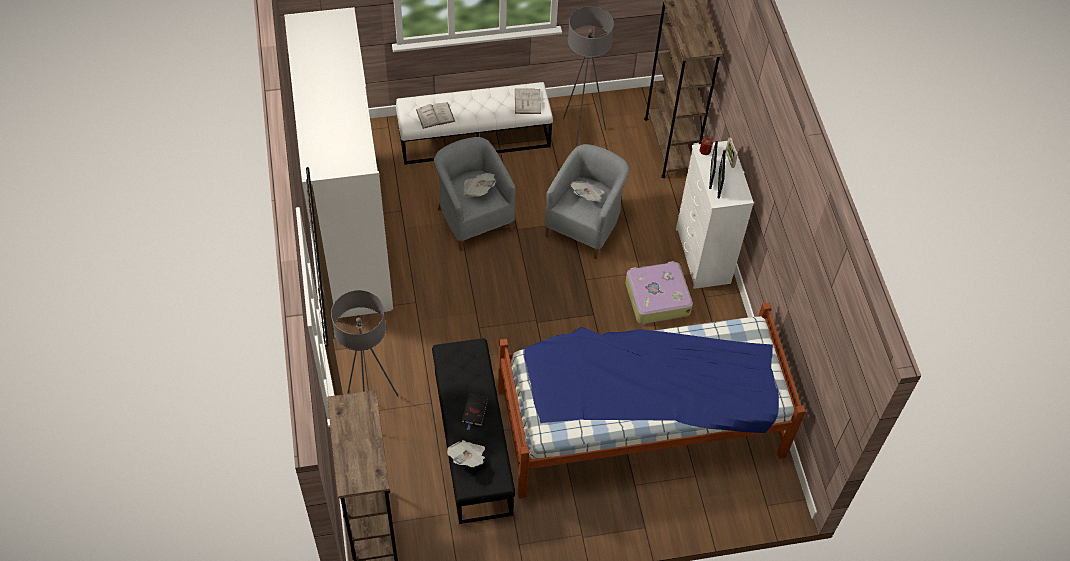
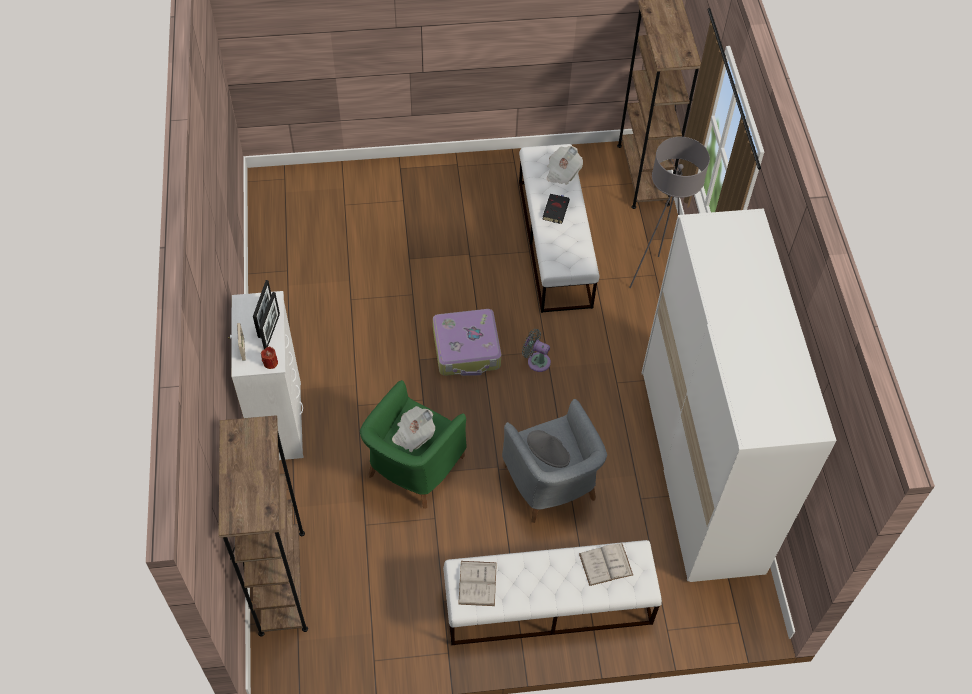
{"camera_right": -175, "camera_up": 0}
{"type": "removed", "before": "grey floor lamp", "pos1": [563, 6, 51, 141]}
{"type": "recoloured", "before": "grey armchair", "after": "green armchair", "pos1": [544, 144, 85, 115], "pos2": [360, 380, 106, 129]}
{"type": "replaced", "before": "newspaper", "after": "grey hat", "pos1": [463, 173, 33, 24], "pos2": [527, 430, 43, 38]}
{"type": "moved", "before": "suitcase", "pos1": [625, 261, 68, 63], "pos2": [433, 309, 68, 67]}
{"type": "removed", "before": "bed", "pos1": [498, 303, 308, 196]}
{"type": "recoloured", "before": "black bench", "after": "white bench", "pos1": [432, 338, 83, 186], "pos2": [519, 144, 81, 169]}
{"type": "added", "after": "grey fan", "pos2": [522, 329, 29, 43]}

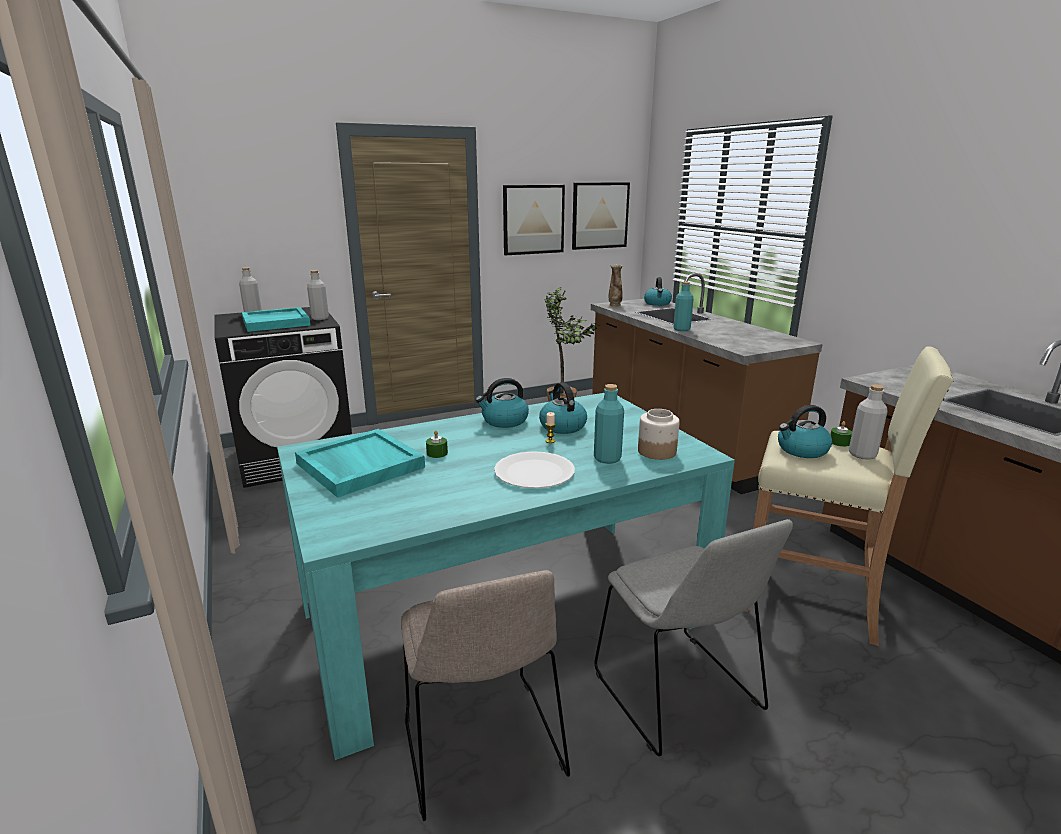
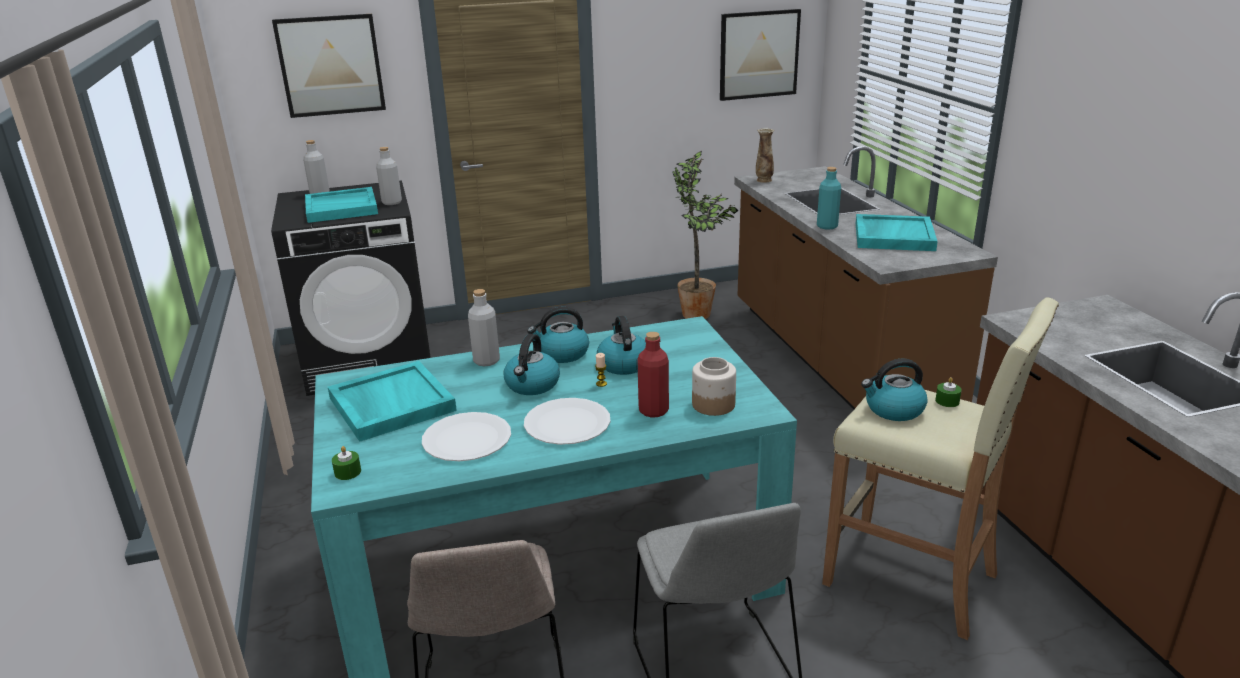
{"camera_right": 10, "camera_up": 5}
{"type": "moved", "before": "picture", "pos1": [503, 185, 62, 70], "pos2": [272, 14, 114, 104]}
{"type": "moved", "before": "kettle", "pos1": [644, 277, 28, 29], "pos2": [504, 334, 56, 61]}
{"type": "recoloured", "before": "turquoise bottle", "after": "red bottle", "pos1": [594, 384, 30, 80], "pos2": [637, 332, 32, 86]}
{"type": "moved", "before": "grey bottle", "pos1": [849, 385, 39, 75], "pos2": [468, 289, 32, 77]}
{"type": "moved", "before": "green candle", "pos1": [426, 430, 22, 28], "pos2": [332, 446, 29, 34]}
{"type": "added", "after": "turquoise tray", "pos2": [856, 214, 82, 37]}
{"type": "added", "after": "white plate", "pos2": [422, 412, 89, 49]}

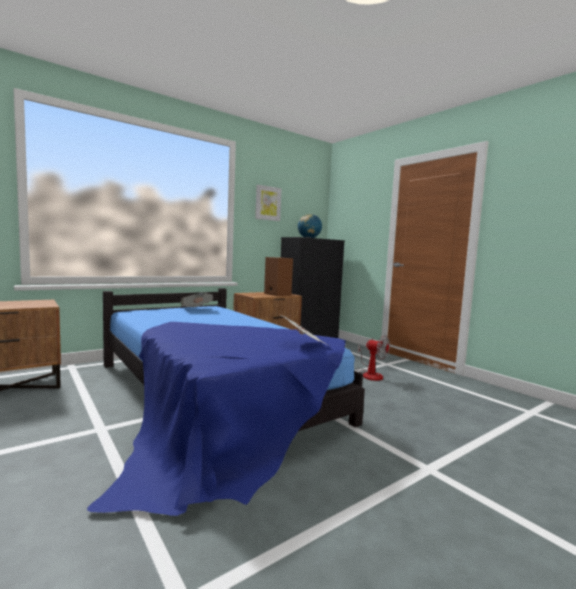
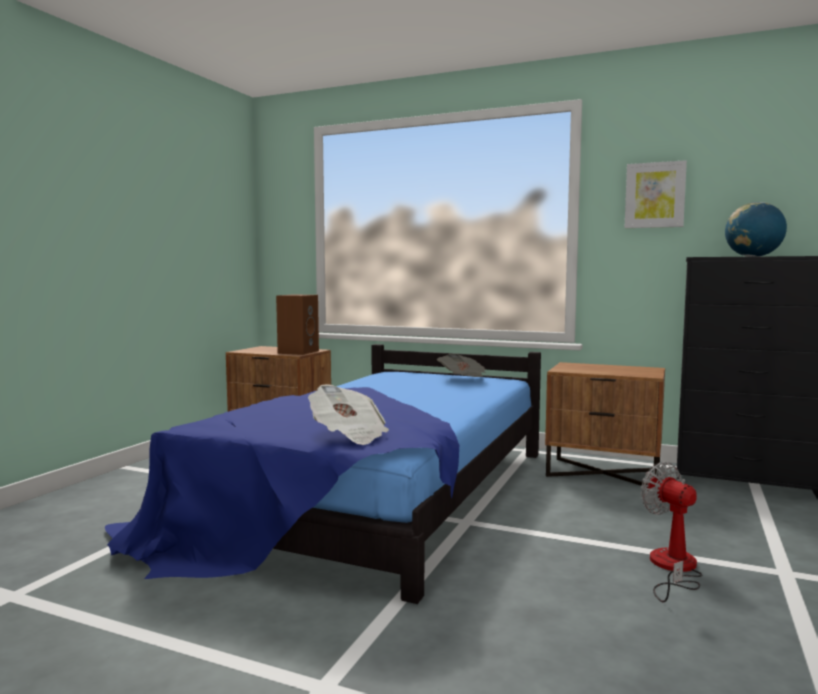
{"camera_right": 60, "camera_up": 0}
{"type": "moved", "before": "brown speaker", "pos1": [264, 257, 29, 39], "pos2": [276, 295, 43, 60]}
{"type": "turned", "before": "fan", "pos1": [356, 335, 34, 46], "pos2": [640, 461, 62, 141], "turn": 150}

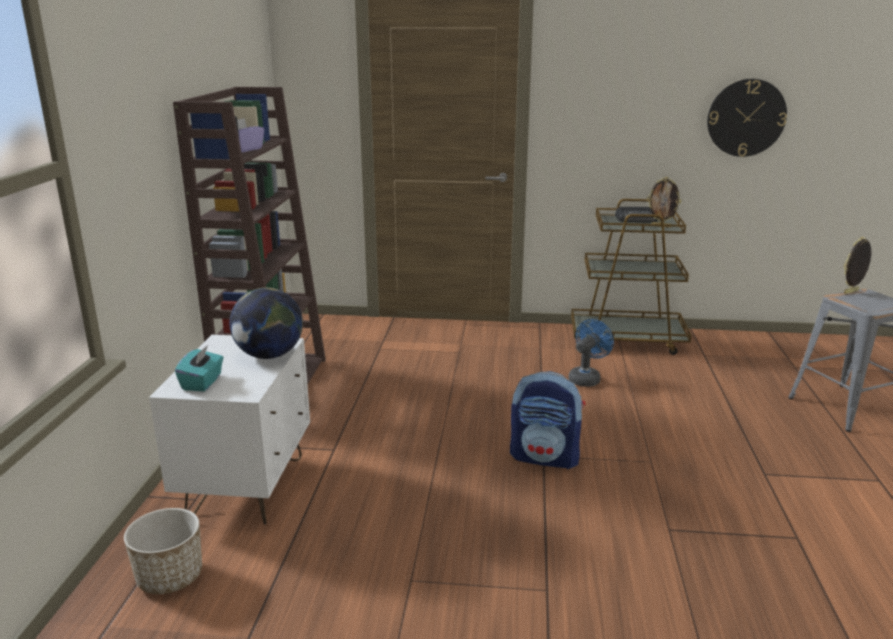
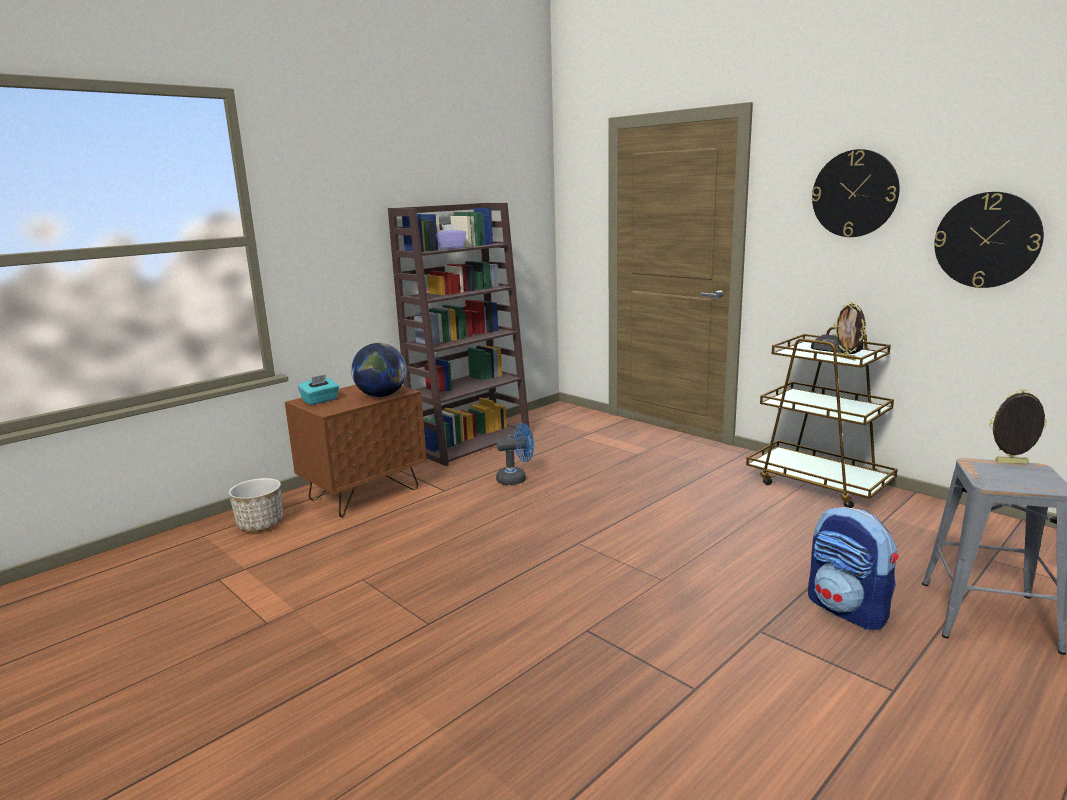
{"camera_right": 40, "camera_up": -5}
{"type": "moved", "before": "blue fan", "pos1": [568, 319, 46, 68], "pos2": [496, 423, 38, 62]}
{"type": "recoloured", "before": "white nightstand", "after": "brown nightstand", "pos1": [149, 335, 161, 190], "pos2": [285, 385, 142, 132]}
{"type": "moved", "before": "backpack", "pos1": [510, 371, 75, 98], "pos2": [808, 507, 90, 123]}
{"type": "added", "after": "wall clock", "pos2": [812, 149, 88, 88]}

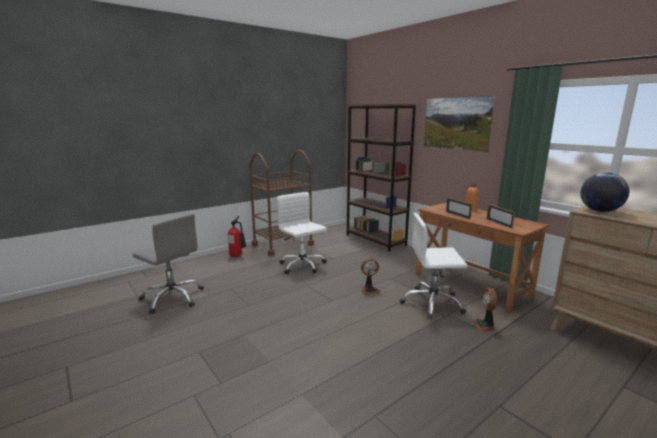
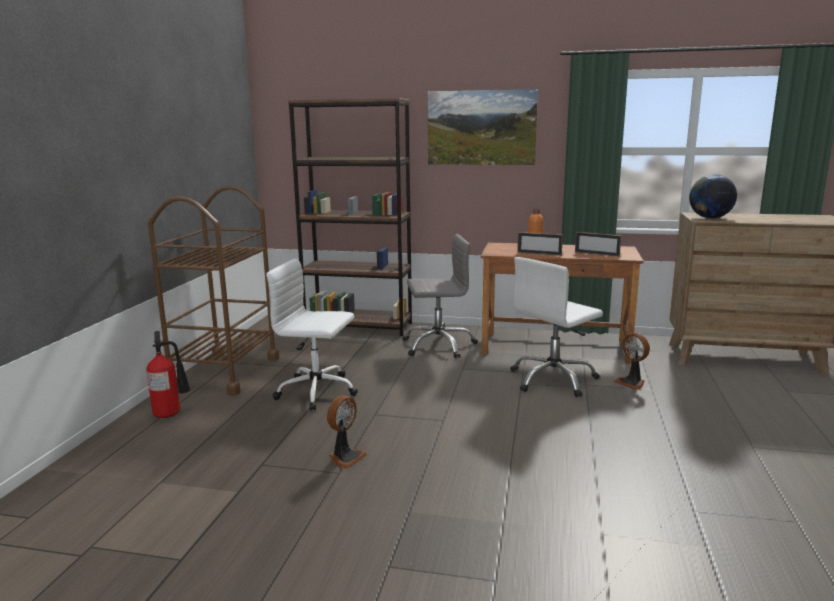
{"camera_right": -40, "camera_up": 0}
{"type": "moved", "before": "grey office chair", "pos1": [133, 214, 71, 100], "pos2": [403, 234, 75, 124]}
{"type": "moved", "before": "fan", "pos1": [361, 258, 20, 37], "pos2": [327, 395, 41, 74]}

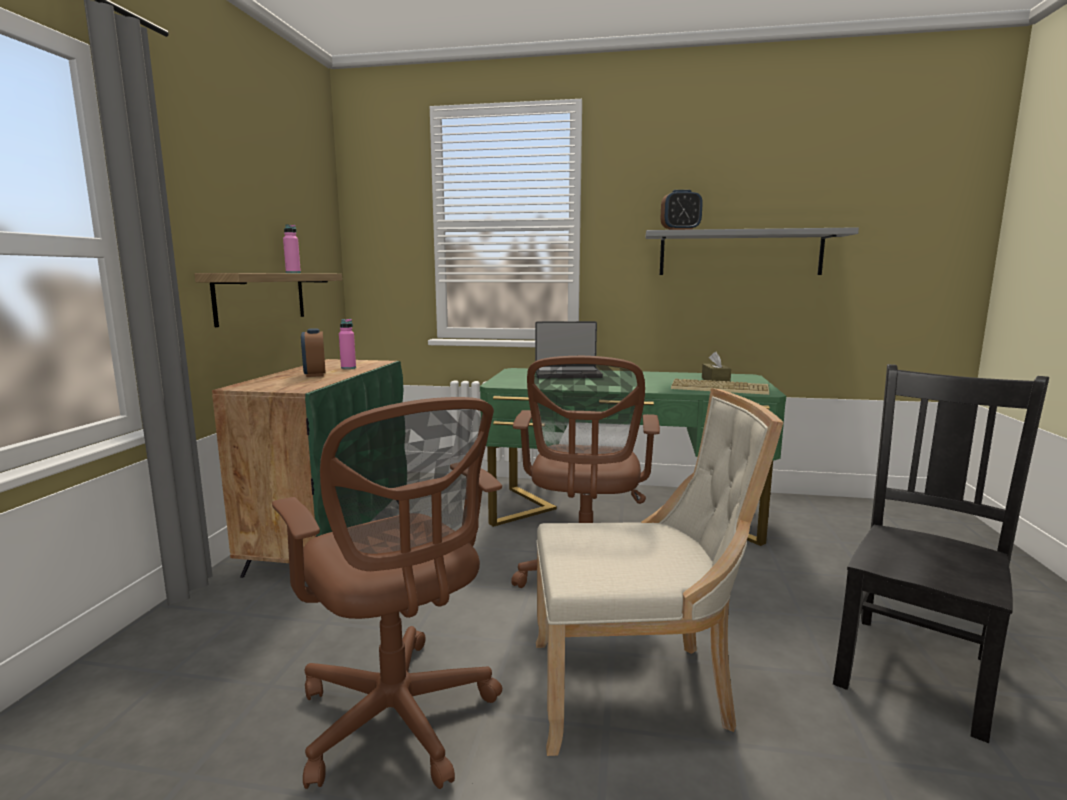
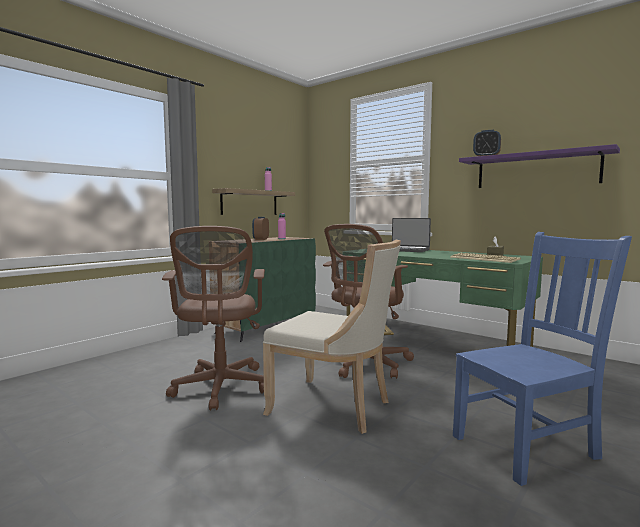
{"camera_right": 30, "camera_up": -5}
{"type": "recoloured", "before": "grey shelf", "after": "purple shelf", "pos1": [645, 227, 214, 48], "pos2": [459, 144, 161, 44]}
{"type": "recoloured", "before": "black chair", "after": "blue chair", "pos1": [833, 364, 216, 379], "pos2": [453, 232, 179, 254]}

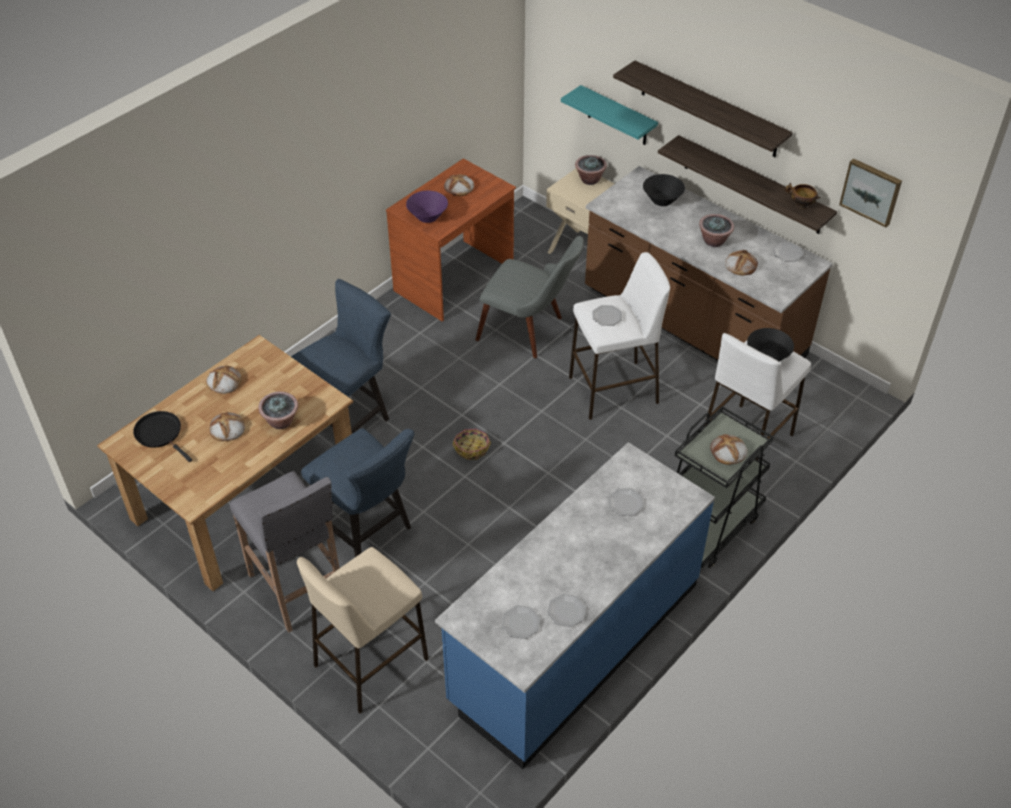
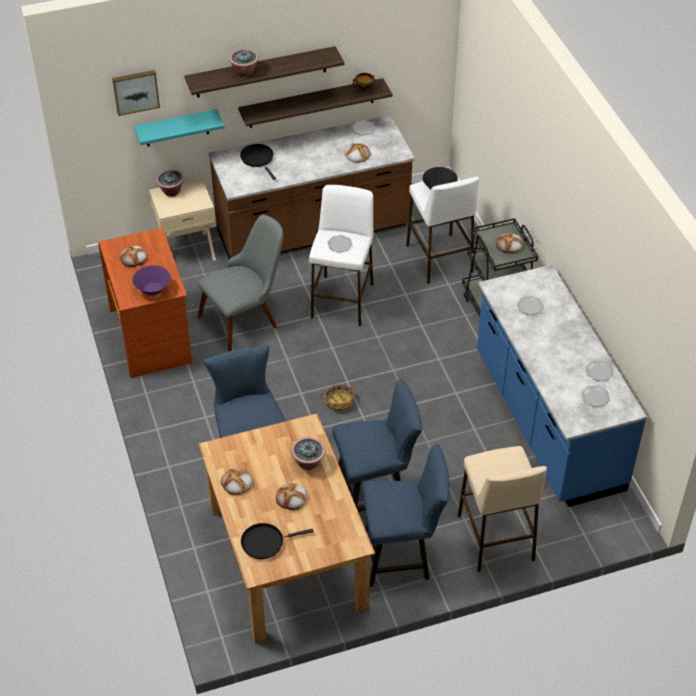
{"camera_right": -60, "camera_up": 0}
{"type": "moved", "before": "picture", "pos1": [839, 158, 63, 69], "pos2": [112, 70, 48, 46]}
{"type": "replaced", "before": "black bowl", "after": "black frying pan", "pos1": [643, 174, 42, 32], "pos2": [240, 144, 36, 36]}
{"type": "moved", "before": "potted plant", "pos1": [699, 214, 35, 33], "pos2": [229, 49, 30, 28]}
{"type": "replaced", "before": "grey stool", "after": "blue chair", "pos1": [230, 471, 109, 162], "pos2": [362, 444, 88, 142]}

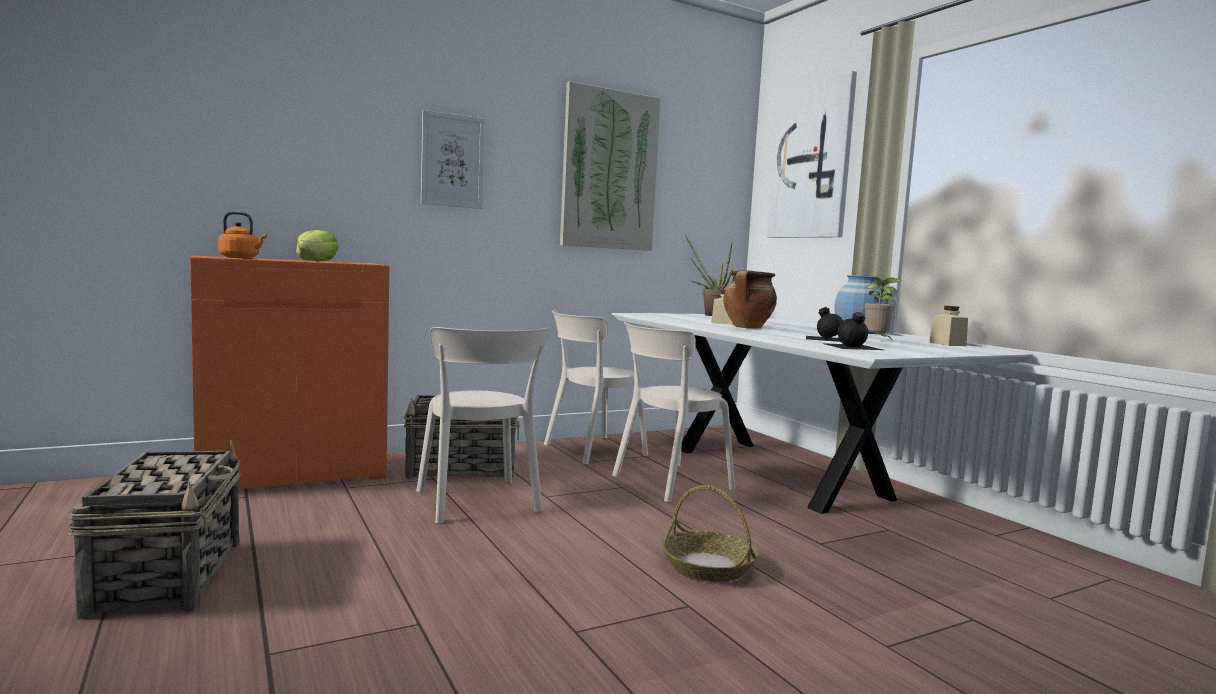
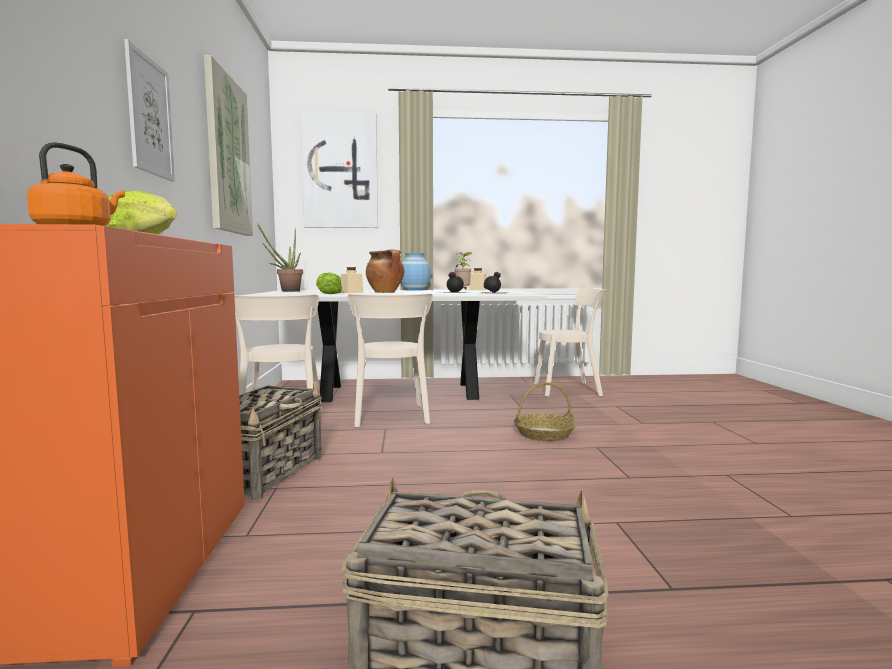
{"camera_right": -65, "camera_up": 0}
{"type": "moved", "before": "beige chair", "pos1": [416, 327, 134, 197], "pos2": [534, 288, 73, 108]}
{"type": "added", "after": "lettuce", "pos2": [316, 272, 26, 22]}

